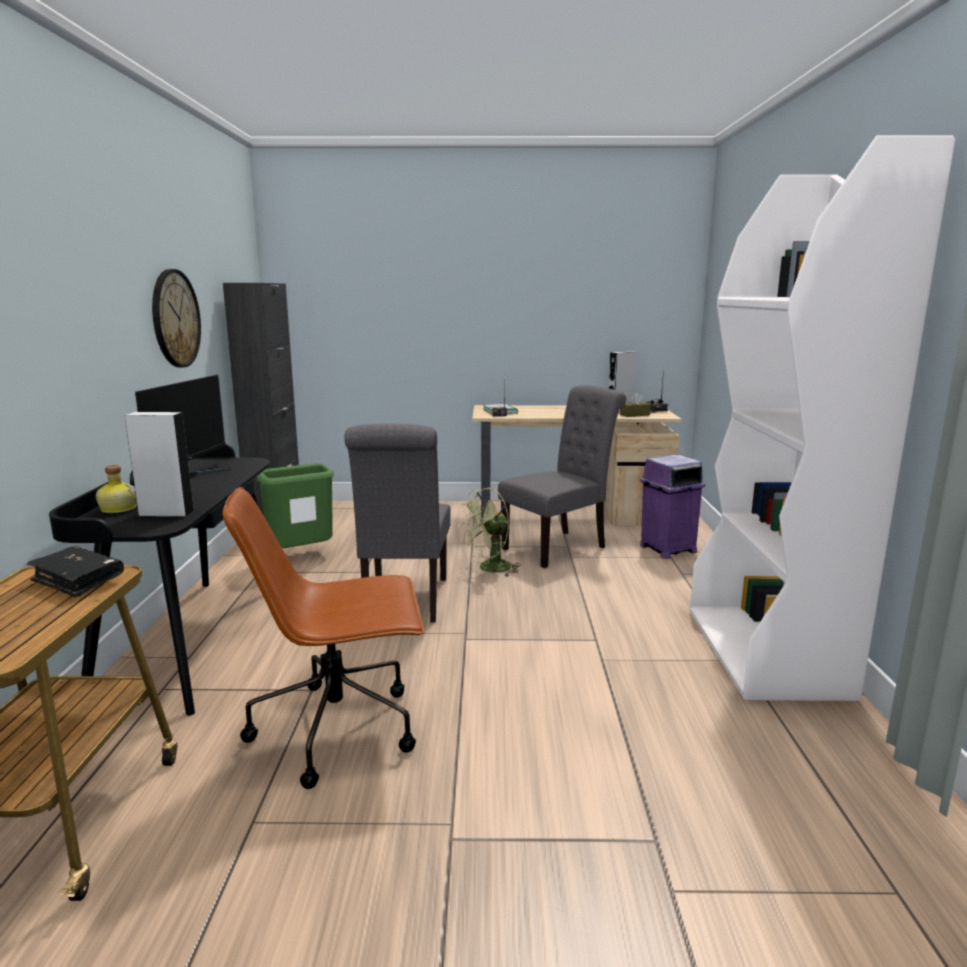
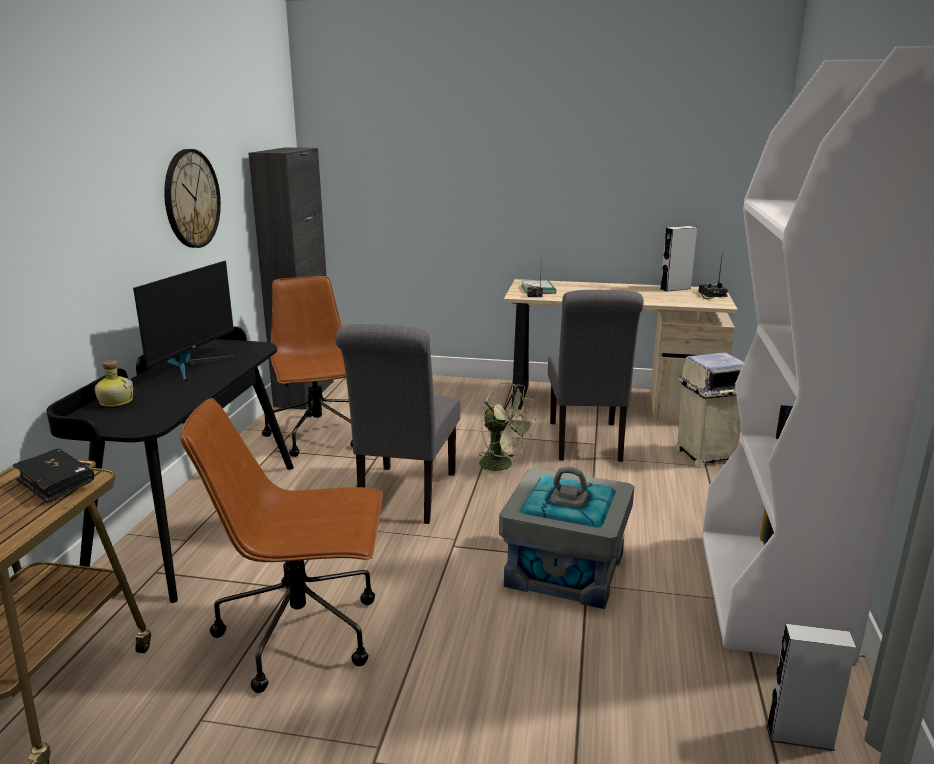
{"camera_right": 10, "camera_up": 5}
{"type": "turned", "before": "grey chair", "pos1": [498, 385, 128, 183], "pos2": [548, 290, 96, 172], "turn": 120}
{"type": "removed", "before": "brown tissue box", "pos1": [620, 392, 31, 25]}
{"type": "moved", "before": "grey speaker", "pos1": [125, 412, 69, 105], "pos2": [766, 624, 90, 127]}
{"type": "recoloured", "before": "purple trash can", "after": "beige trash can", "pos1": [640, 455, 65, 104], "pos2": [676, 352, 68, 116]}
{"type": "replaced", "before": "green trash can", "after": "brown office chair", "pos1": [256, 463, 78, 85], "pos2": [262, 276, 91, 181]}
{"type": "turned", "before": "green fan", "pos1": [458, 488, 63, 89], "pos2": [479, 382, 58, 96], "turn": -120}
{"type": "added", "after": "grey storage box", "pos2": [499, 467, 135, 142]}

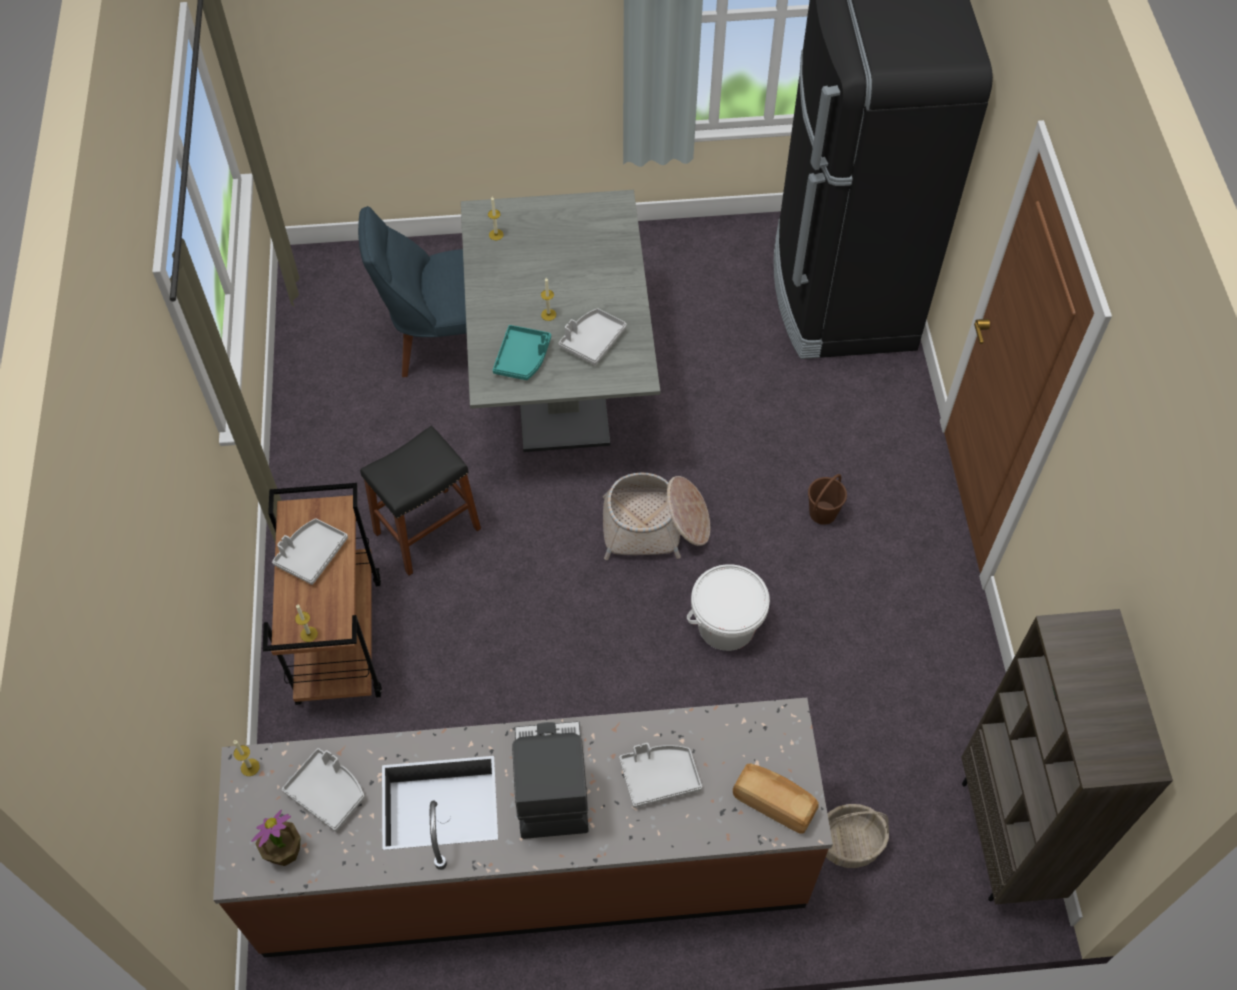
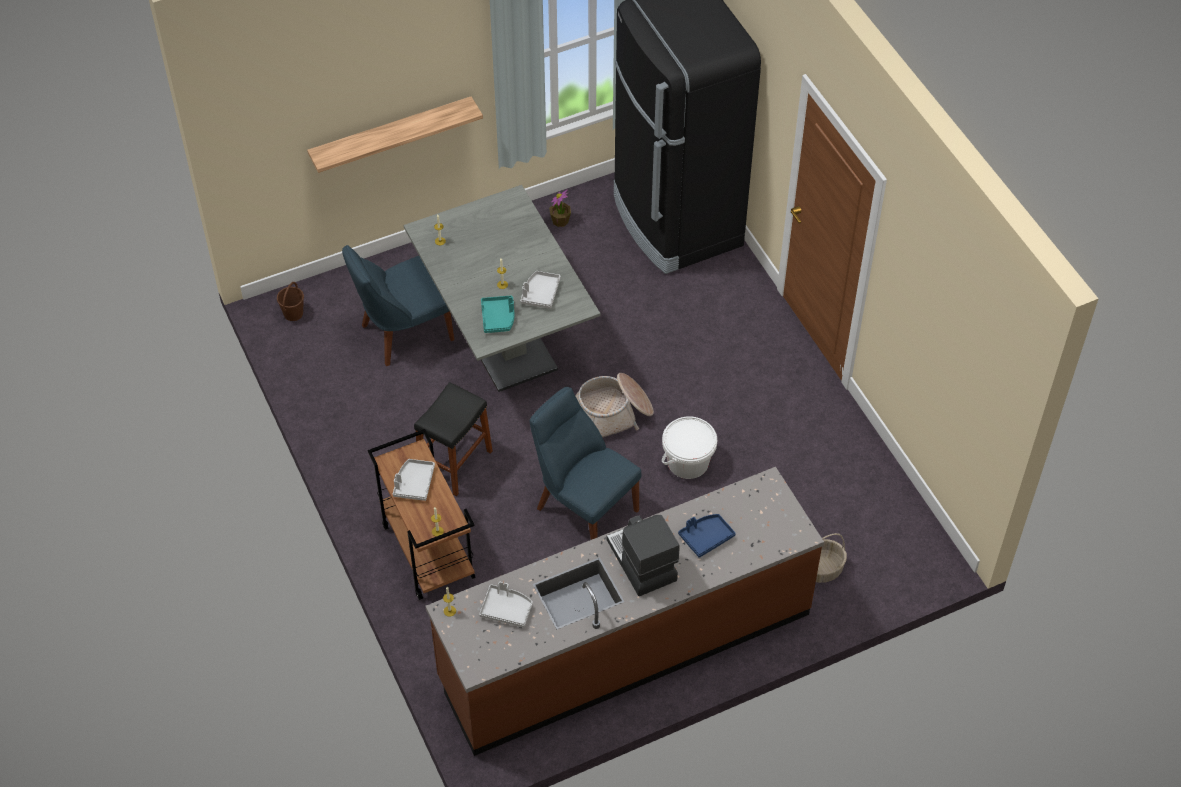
{"camera_right": -20, "camera_up": -5}
{"type": "moved", "before": "brown bucket", "pos1": [808, 474, 39, 51], "pos2": [277, 282, 27, 39]}
{"type": "removed", "before": "brown bookcase", "pos1": [961, 609, 212, 295]}
{"type": "recoloured", "before": "grey tray", "after": "blue tray", "pos1": [619, 743, 83, 65], "pos2": [678, 514, 58, 44]}
{"type": "removed", "before": "bread", "pos1": [733, 764, 86, 69]}
{"type": "moved", "before": "potted plant", "pos1": [251, 810, 50, 56], "pos2": [549, 189, 22, 38]}
{"type": "added", "after": "shelf", "pos2": [307, 96, 176, 77]}
{"type": "added", "after": "blue chair", "pos2": [530, 387, 111, 153]}

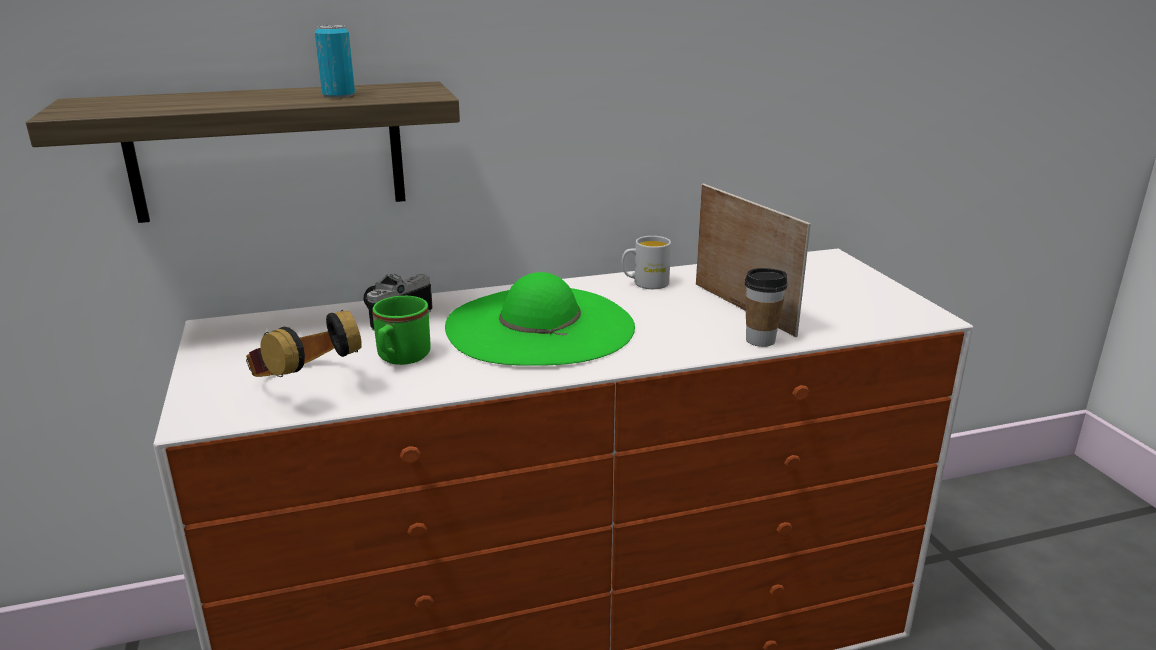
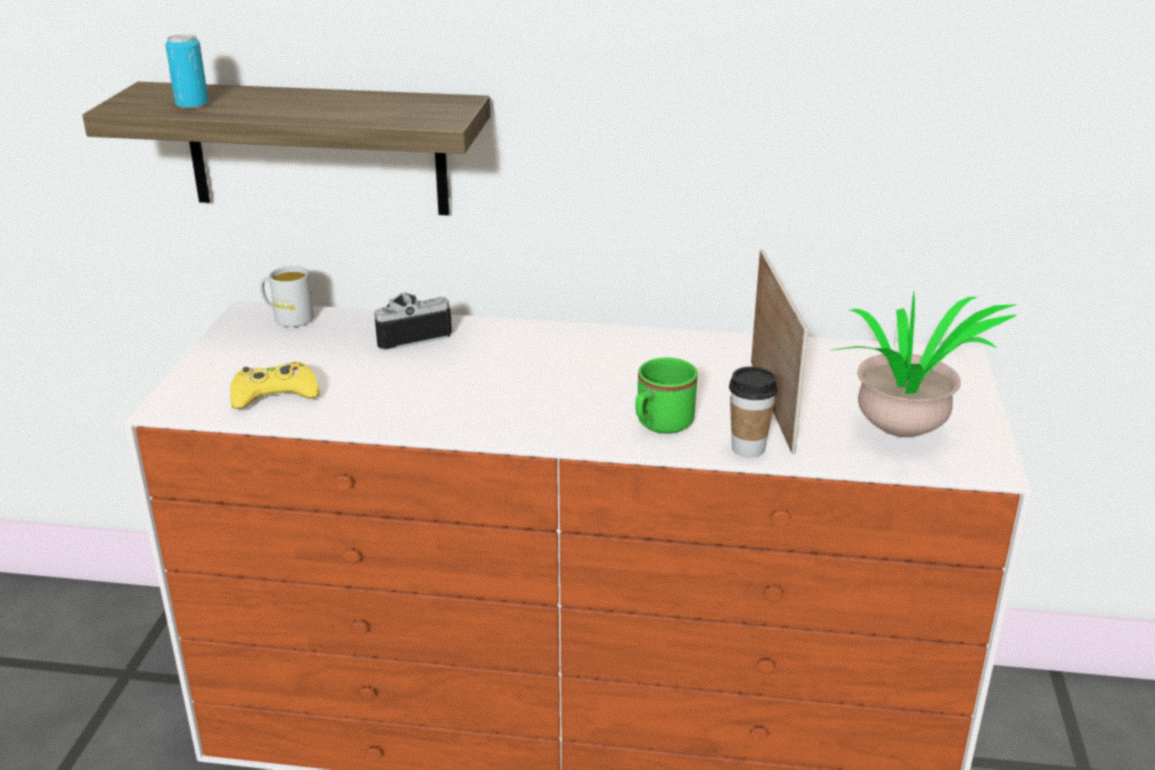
{"camera_right": 25, "camera_up": 5}
{"type": "moved", "before": "can", "pos1": [315, 25, 40, 73], "pos2": [165, 34, 44, 75]}
{"type": "moved", "before": "white mug", "pos1": [622, 236, 49, 53], "pos2": [260, 266, 54, 61]}
{"type": "removed", "before": "green hat", "pos1": [445, 272, 190, 94]}
{"type": "moved", "before": "green mug", "pos1": [372, 296, 59, 69], "pos2": [635, 357, 63, 77]}
{"type": "replaced", "before": "headphones", "after": "yellow game controller", "pos1": [246, 310, 116, 67], "pos2": [230, 362, 90, 47]}
{"type": "added", "after": "potted plant", "pos2": [832, 292, 186, 145]}

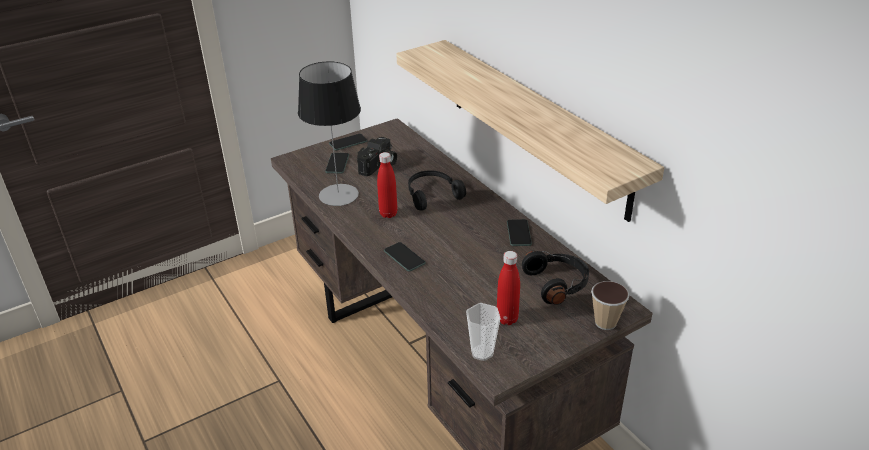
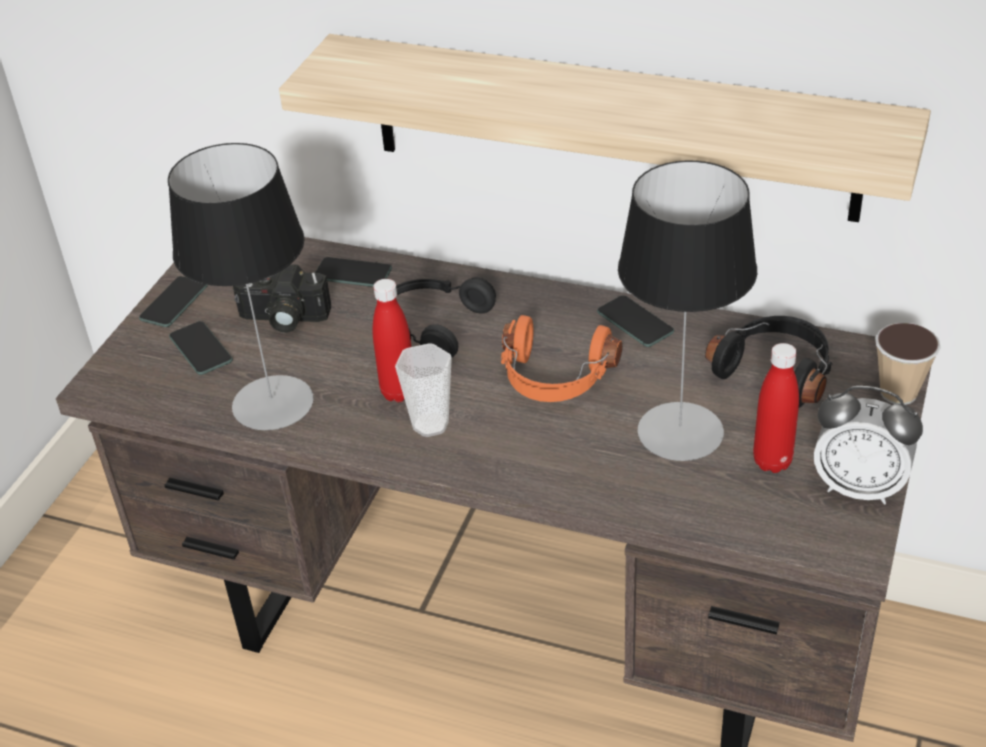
{"camera_right": -35, "camera_up": 5}
{"type": "turned", "before": "photo camera", "pos1": [357, 137, 40, 39], "pos2": [233, 264, 98, 69], "turn": 105}
{"type": "moved", "before": "phone", "pos1": [384, 242, 42, 30], "pos2": [315, 257, 77, 30]}
{"type": "moved", "before": "cup", "pos1": [466, 303, 35, 58], "pos2": [395, 343, 57, 94]}
{"type": "added", "after": "table lamp", "pos2": [618, 161, 139, 300]}
{"type": "added", "after": "orange headphones", "pos2": [501, 315, 121, 87]}
{"type": "added", "after": "alarm clock", "pos2": [814, 386, 109, 118]}

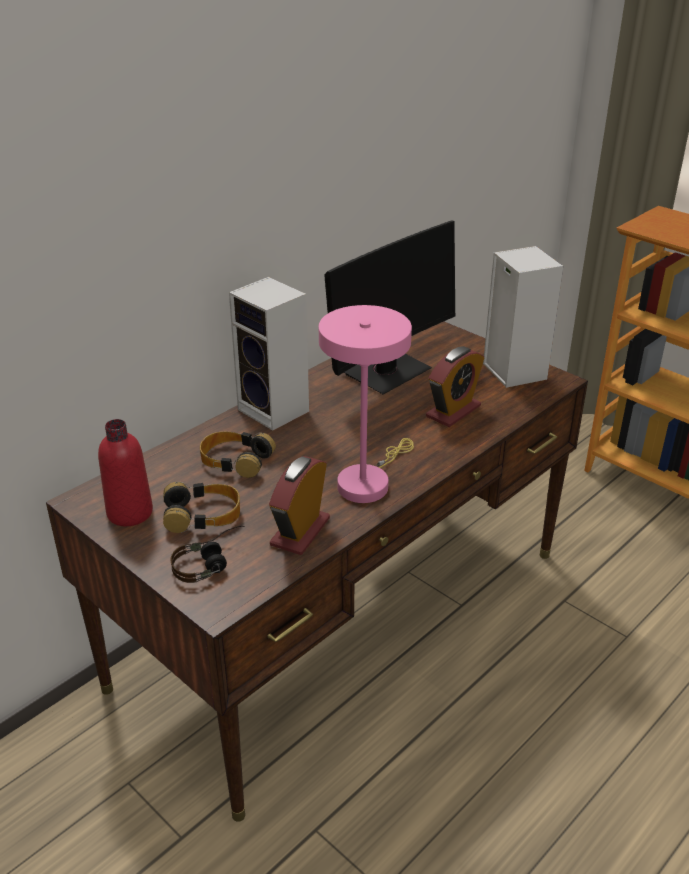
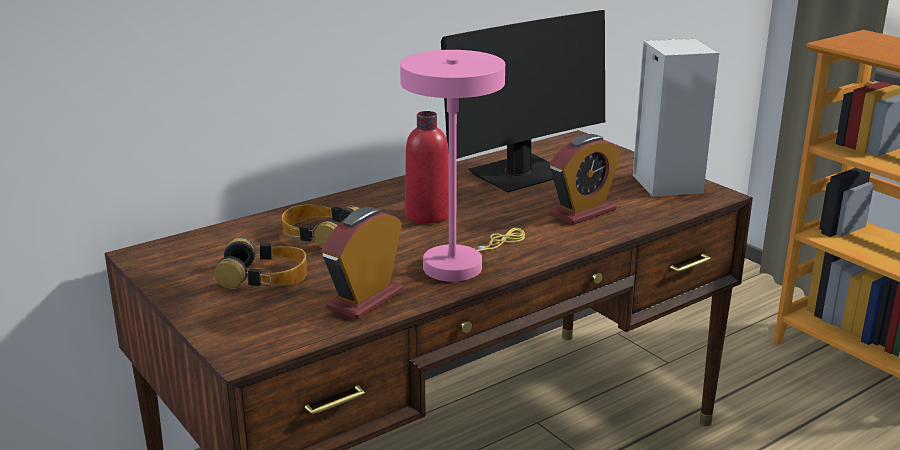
{"camera_right": 10, "camera_up": -10}
{"type": "removed", "before": "speaker", "pos1": [229, 277, 80, 154]}
{"type": "moved", "before": "red bottle", "pos1": [98, 419, 55, 107], "pos2": [405, 111, 44, 113]}
{"type": "removed", "before": "headphones", "pos1": [171, 526, 74, 57]}

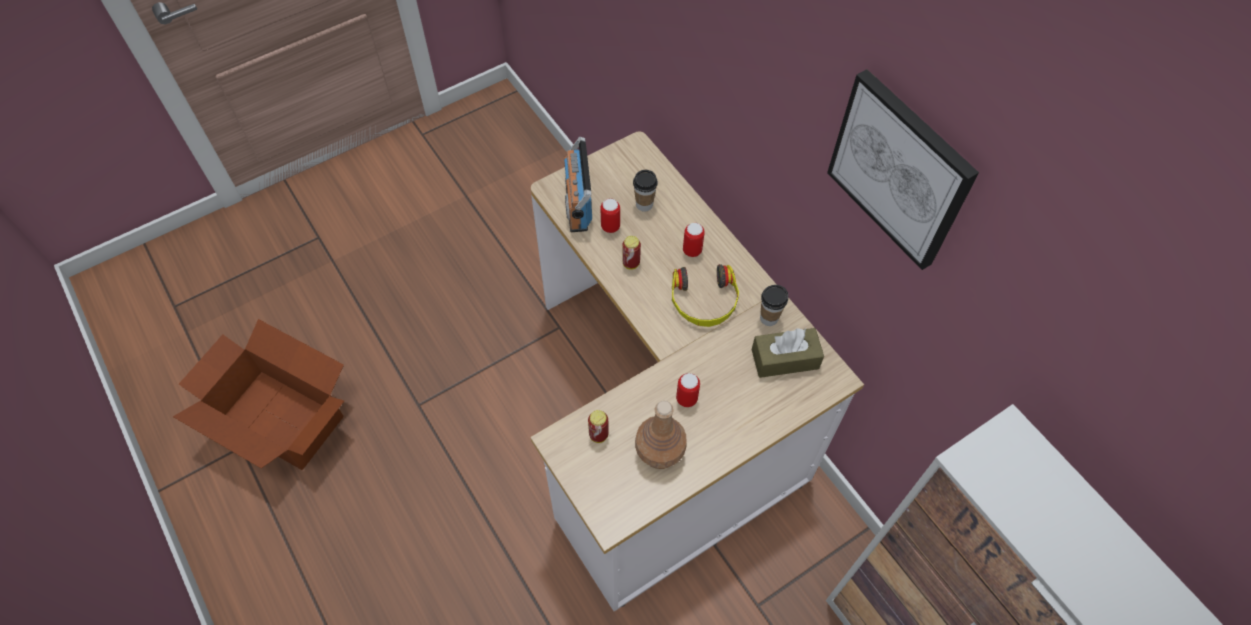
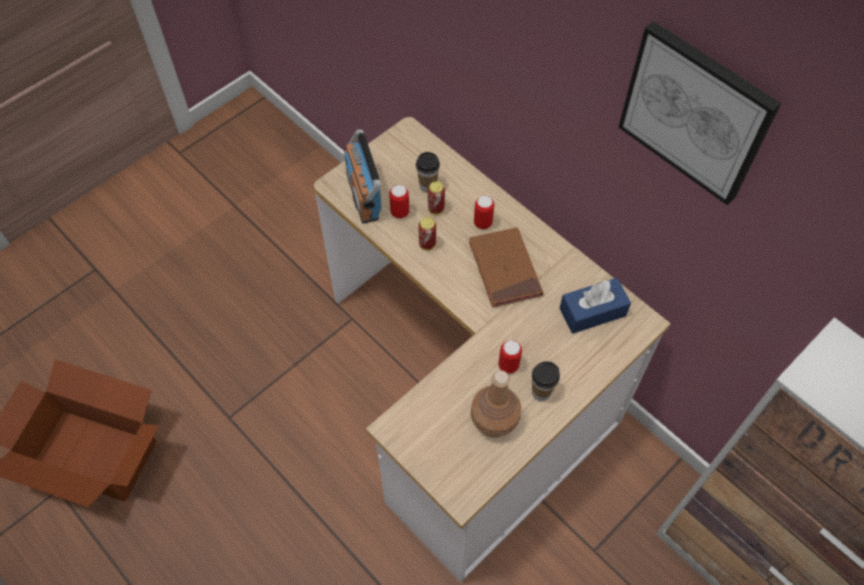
{"camera_right": -10, "camera_up": 0}
{"type": "replaced", "before": "headphones", "after": "brown book", "pos1": [672, 264, 67, 63], "pos2": [469, 227, 74, 81]}
{"type": "moved", "before": "cup", "pos1": [760, 285, 28, 41], "pos2": [532, 361, 28, 40]}
{"type": "recoloured", "before": "brown tissue box", "after": "blue tissue box", "pos1": [752, 328, 72, 50], "pos2": [560, 278, 71, 56]}
{"type": "moved", "before": "can", "pos1": [588, 410, 21, 33], "pos2": [428, 181, 17, 34]}

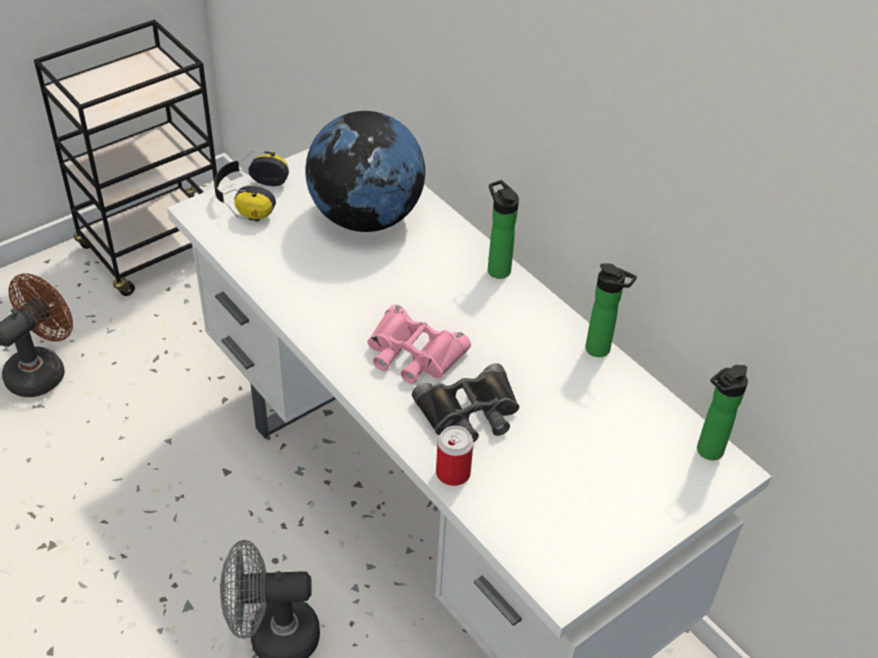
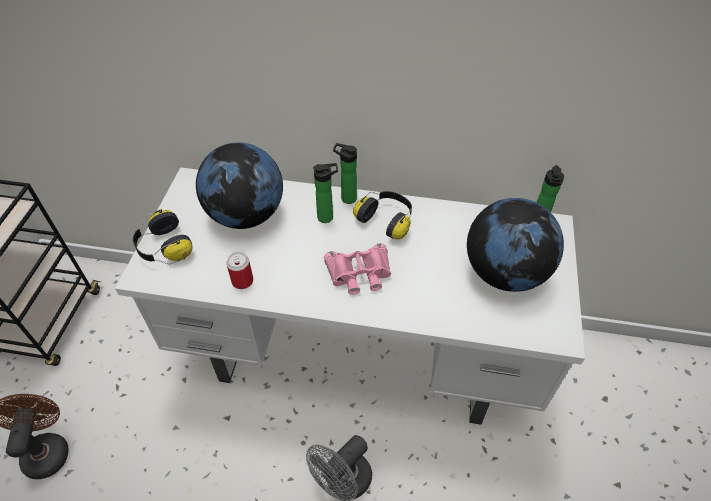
{"camera_right": -40, "camera_up": 5}
{"type": "moved", "before": "bottle", "pos1": [585, 263, 52, 94], "pos2": [313, 163, 25, 60]}
{"type": "removed", "before": "black binoculars", "pos1": [412, 363, 107, 80]}
{"type": "moved", "before": "can", "pos1": [436, 426, 37, 60], "pos2": [226, 252, 27, 37]}
{"type": "added", "after": "headphones", "pos2": [353, 191, 59, 48]}
{"type": "added", "after": "globe", "pos2": [467, 198, 97, 94]}

